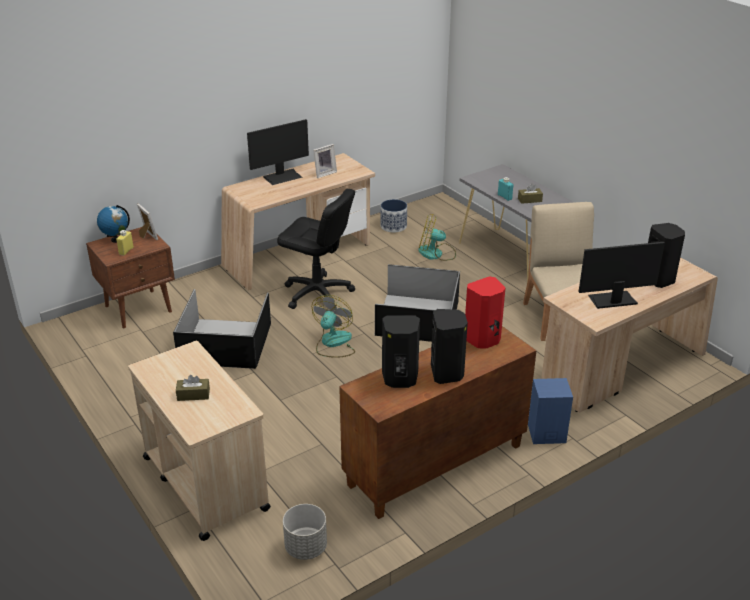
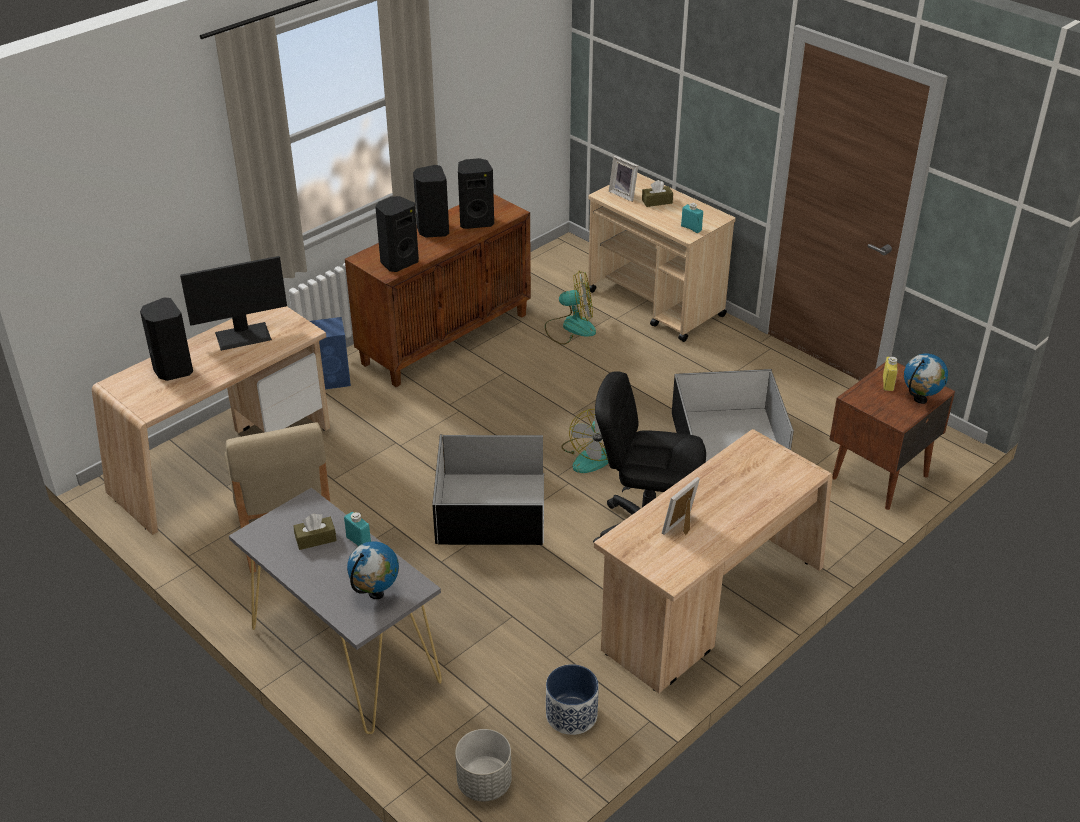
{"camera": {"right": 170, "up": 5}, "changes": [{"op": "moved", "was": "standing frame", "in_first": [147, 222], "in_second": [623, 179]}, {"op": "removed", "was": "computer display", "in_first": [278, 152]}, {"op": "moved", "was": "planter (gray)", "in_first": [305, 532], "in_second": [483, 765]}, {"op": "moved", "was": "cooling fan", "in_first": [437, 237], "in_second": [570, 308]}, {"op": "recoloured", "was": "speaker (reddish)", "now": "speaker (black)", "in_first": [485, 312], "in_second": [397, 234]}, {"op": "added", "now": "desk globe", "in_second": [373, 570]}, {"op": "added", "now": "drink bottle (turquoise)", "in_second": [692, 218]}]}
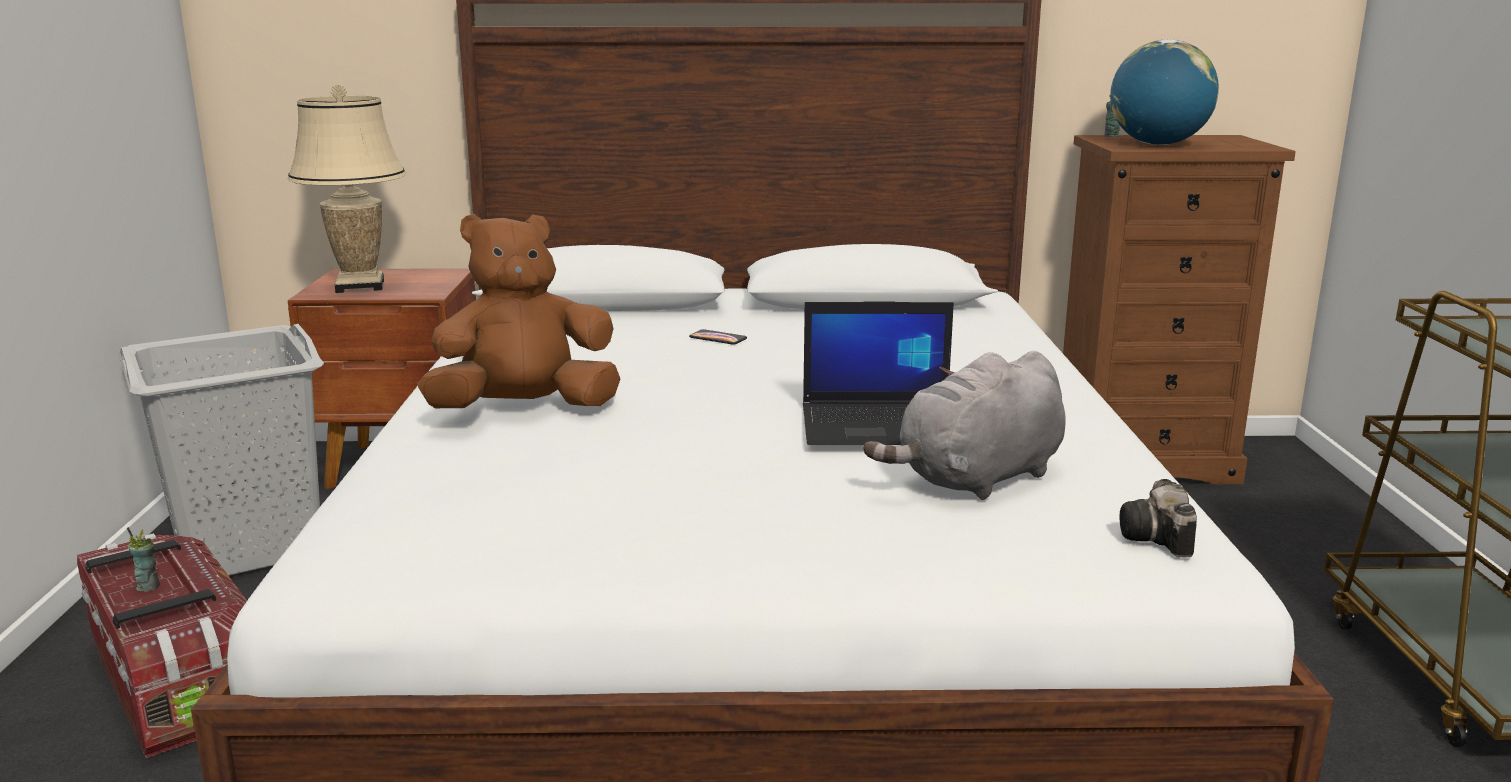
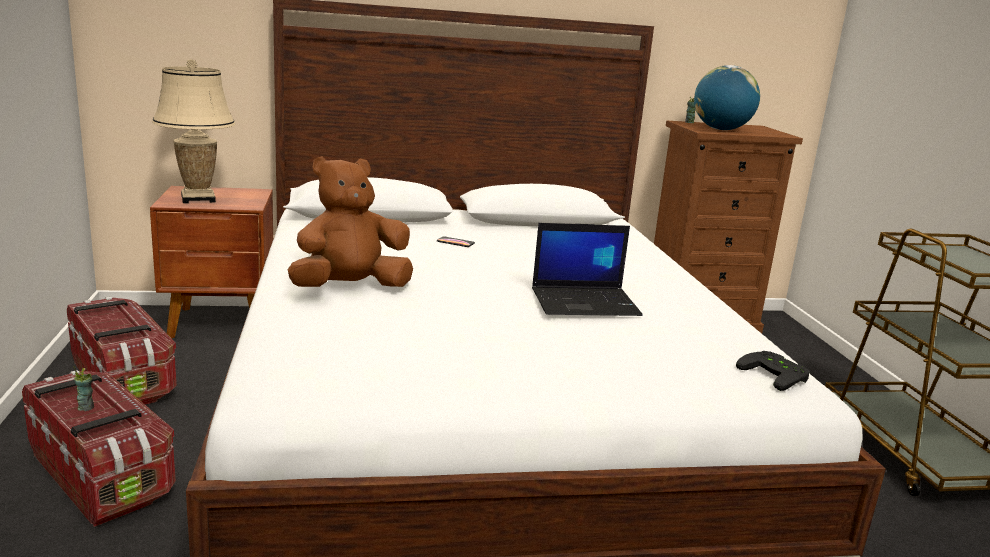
{"camera": {"right": -10, "up": 0}, "changes": [{"op": "replaced", "was": "laundry basket (gray)", "now": "storage bin", "in_first": [221, 450], "in_second": [122, 351]}, {"op": "removed", "was": "cuddly toy (gray)", "in_first": [964, 425]}, {"op": "replaced", "was": "photo camera", "now": "gamepad (black)", "in_first": [1158, 518], "in_second": [773, 371]}]}
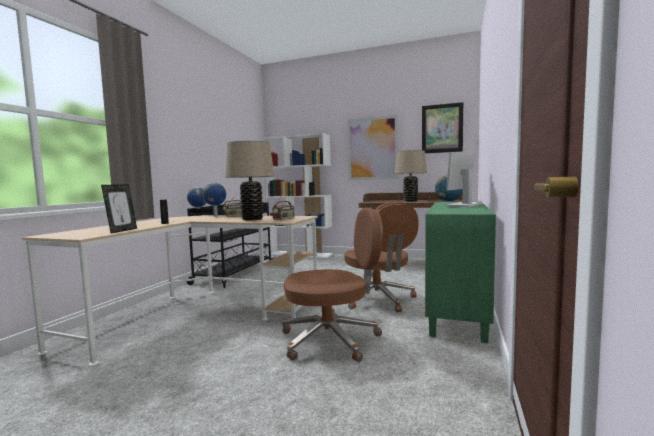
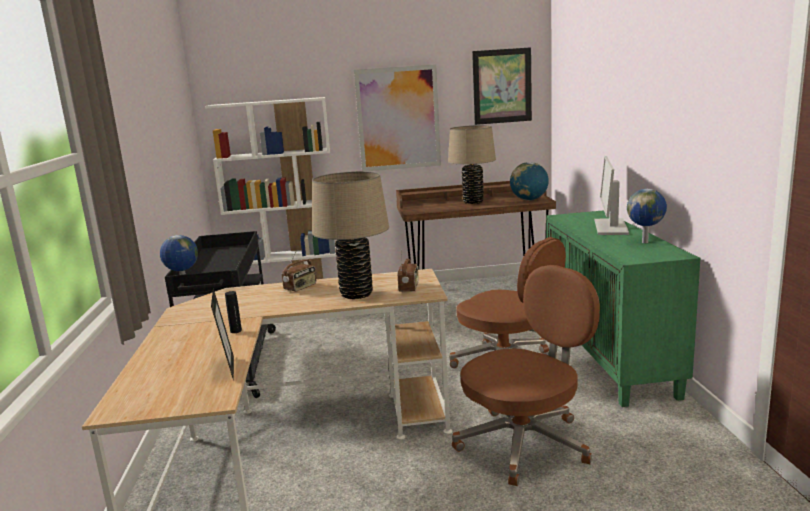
{"camera": {"right": -25, "up": 10}, "changes": [{"op": "moved", "was": "desk globe", "in_first": [214, 200], "in_second": [647, 216]}]}
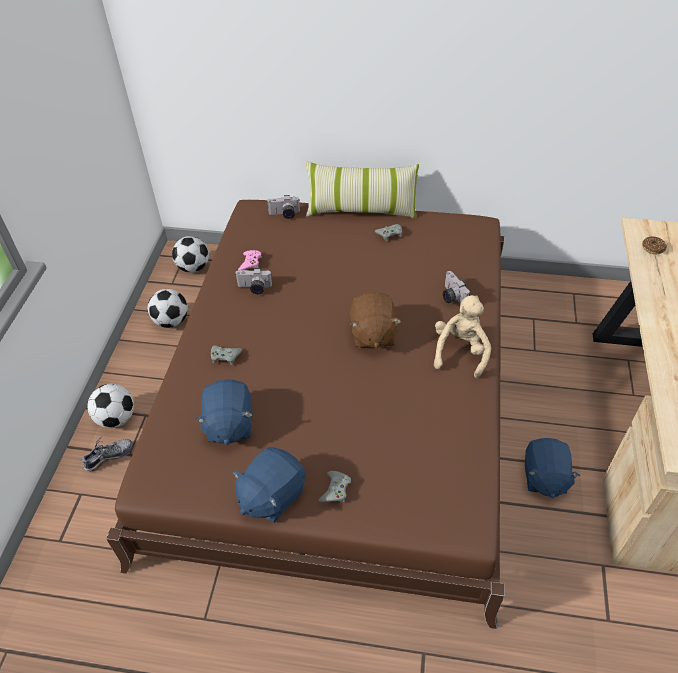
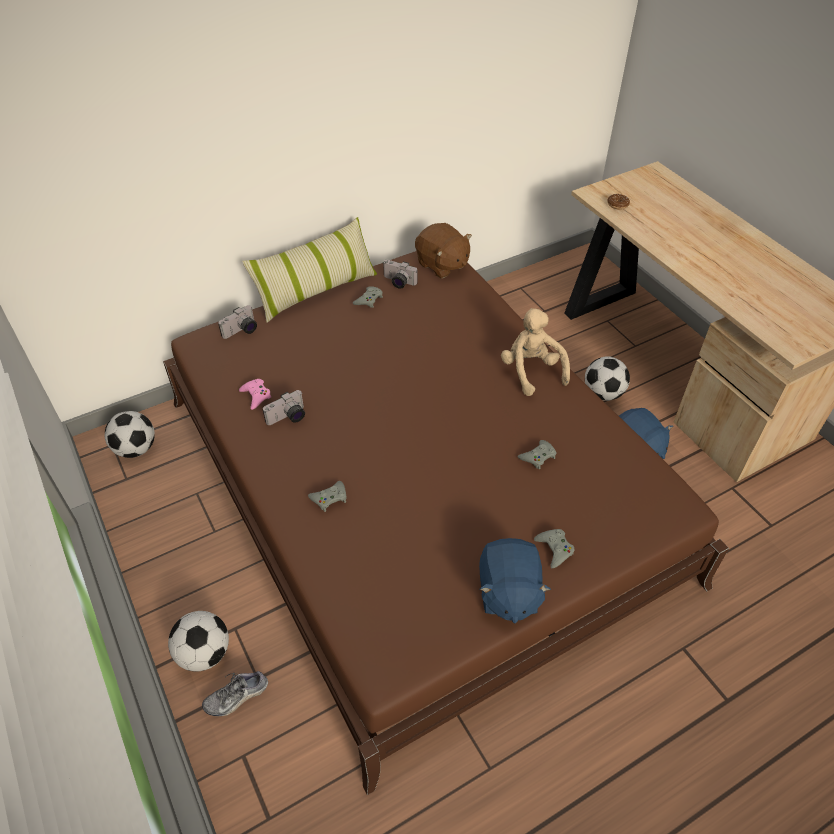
{"camera": {"right": -40, "up": 0}, "changes": [{"op": "turned", "was": "low shoe", "in_first": [107, 454], "in_second": [235, 693], "clockwise": -135}, {"op": "moved", "was": "football ball", "in_first": [167, 308], "in_second": [607, 378]}, {"op": "removed", "was": "cuddly toy (blue)", "in_first": [224, 412]}, {"op": "moved", "was": "cuddly toy (brownish)", "in_first": [375, 320], "in_second": [443, 251]}, {"op": "moved", "was": "photo camera", "in_first": [456, 287], "in_second": [400, 274]}, {"op": "added", "now": "gamepad (gray)", "in_second": [537, 454]}]}
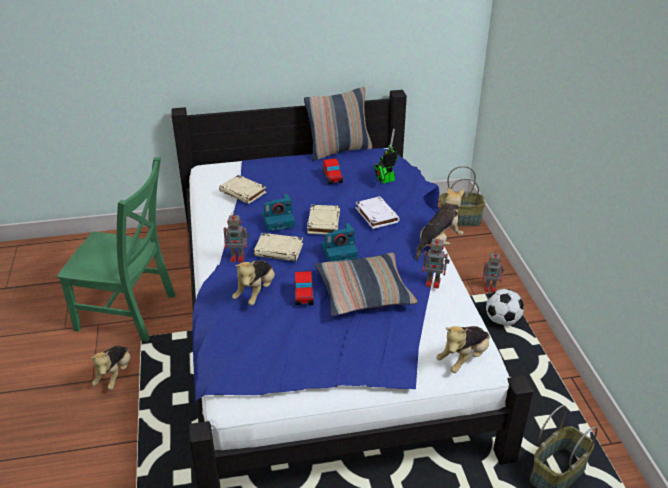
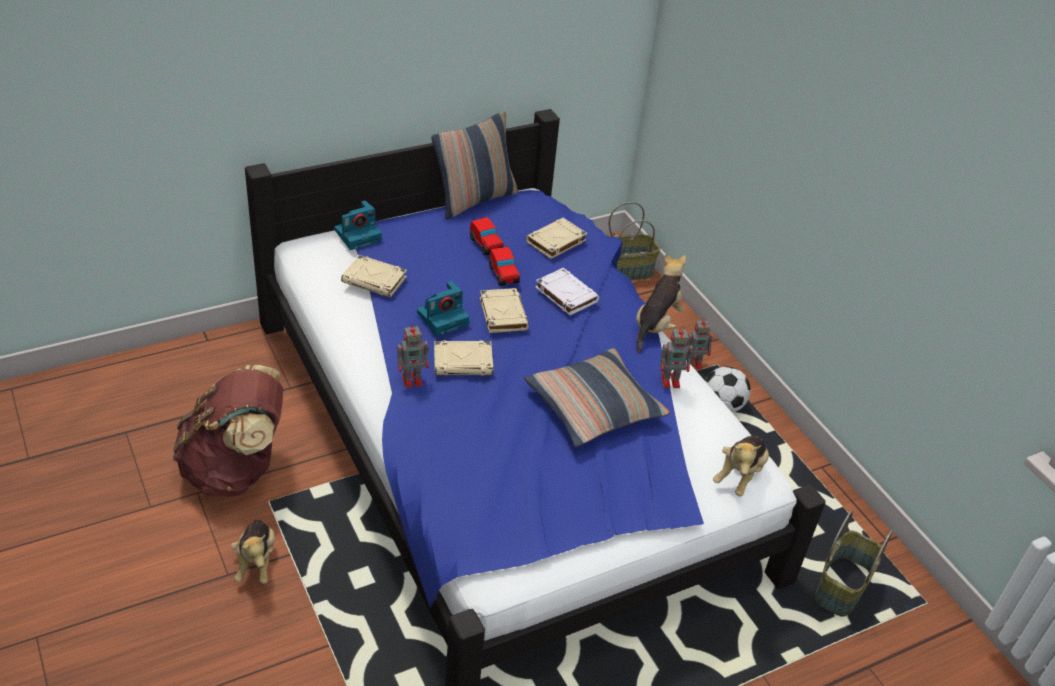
{"camera": {"right": -20, "up": 5}, "changes": [{"op": "replaced", "was": "upright chair (greenish)", "now": "backpack (brownish)", "in_first": [116, 249], "in_second": [228, 431]}, {"op": "removed", "was": "cuddly toy", "in_first": [253, 282]}, {"op": "moved", "was": "model car", "in_first": [304, 288], "in_second": [504, 266]}, {"op": "moved", "was": "photo camera", "in_first": [339, 242], "in_second": [358, 225]}, {"op": "replaced", "was": "robot figure", "now": "bound book (beige-coloured)", "in_first": [386, 156], "in_second": [556, 238]}]}
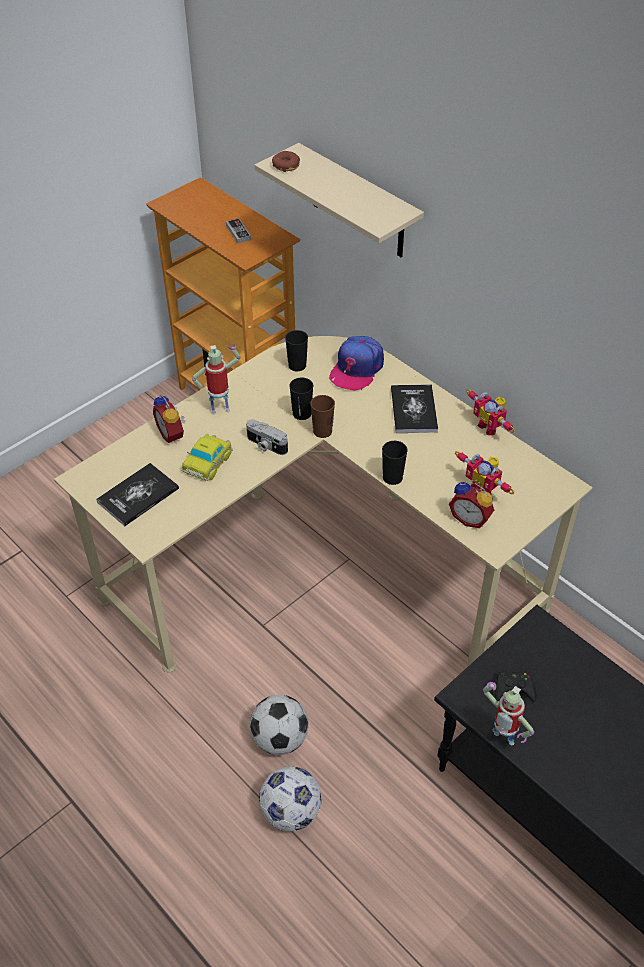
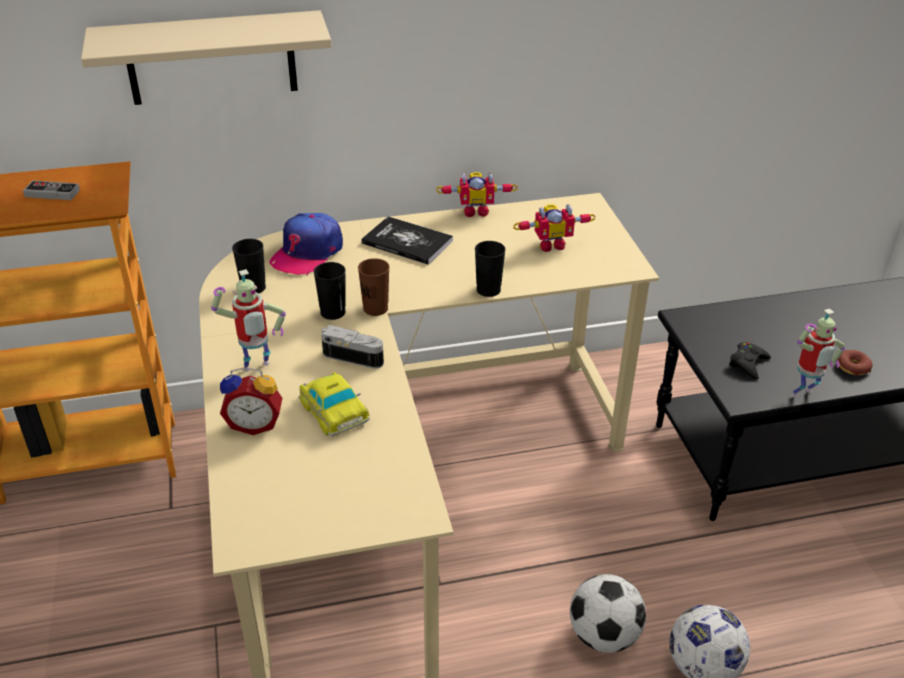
{"camera": {"right": -60, "up": -10}, "changes": [{"op": "removed", "was": "bound book", "in_first": [137, 494]}, {"op": "turned", "was": "robot figure", "in_first": [216, 379], "in_second": [248, 320], "clockwise": -135}, {"op": "turned", "was": "photo camera", "in_first": [267, 437], "in_second": [352, 347], "clockwise": -135}, {"op": "moved", "was": "donut", "in_first": [286, 161], "in_second": [855, 362]}, {"op": "turned", "was": "cap", "in_first": [356, 363], "in_second": [306, 244], "clockwise": 60}, {"op": "removed", "was": "alarm clock", "in_first": [471, 504]}]}
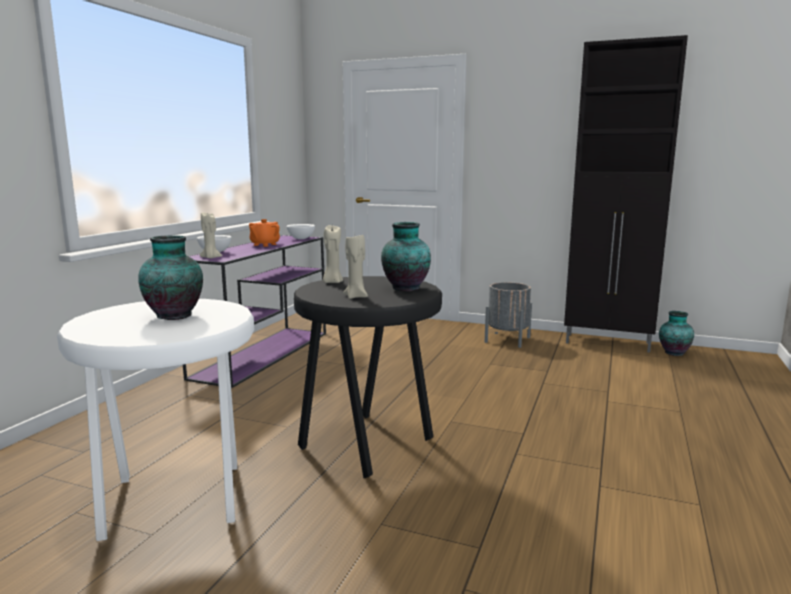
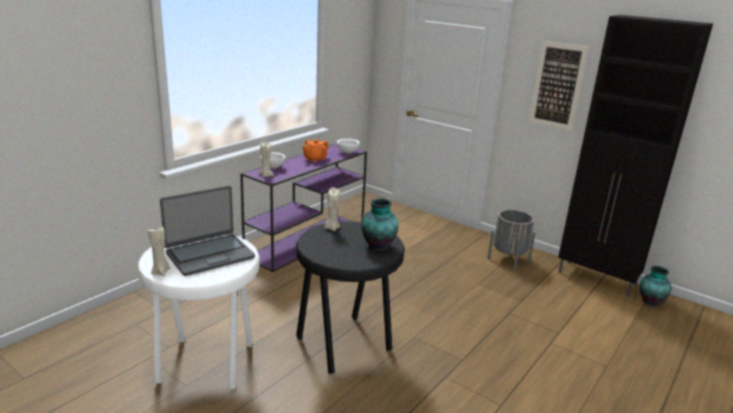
{"camera": {"right": 15, "up": 10}, "changes": [{"op": "replaced", "was": "decorative vase", "now": "notebook computer", "in_first": [170, 277], "in_second": [207, 231]}, {"op": "moved", "was": "wax light (beige-coloured)", "in_first": [355, 267], "in_second": [159, 251]}, {"op": "added", "now": "wall picture", "in_second": [559, 86]}]}
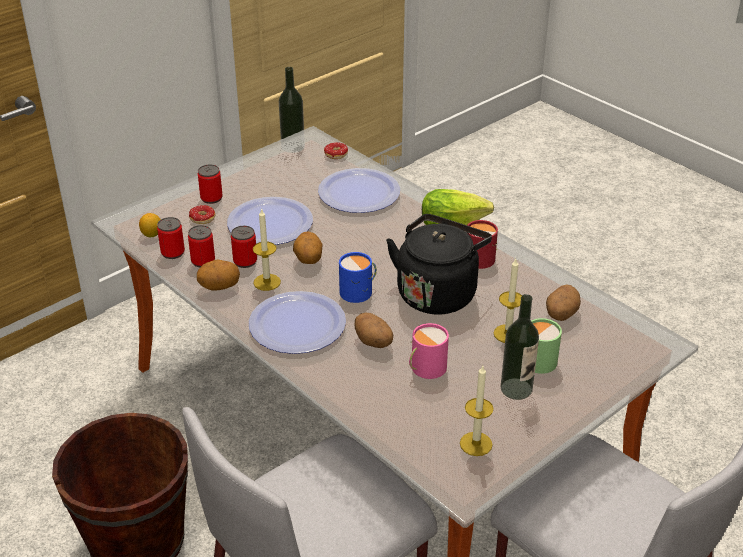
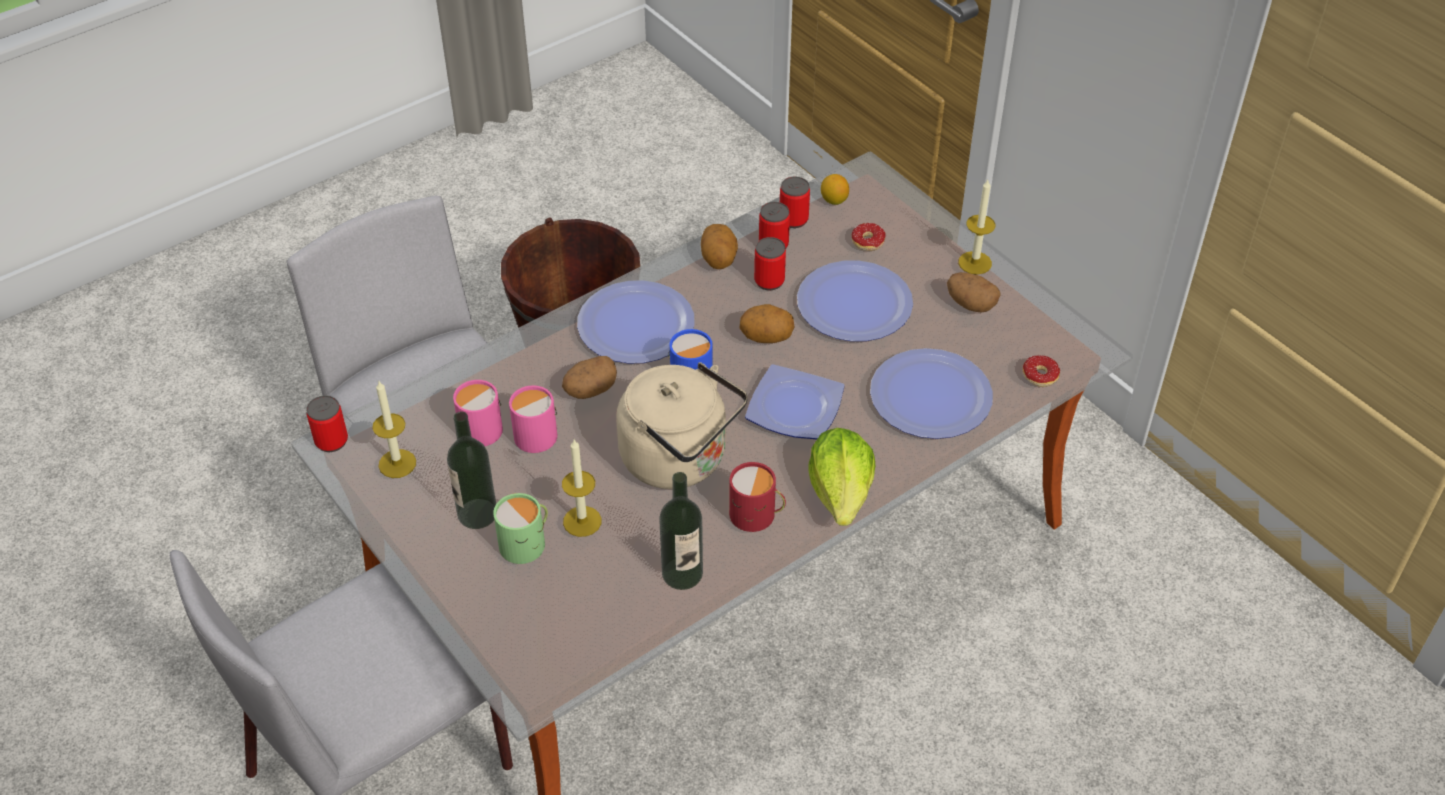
{"camera": {"right": 95, "up": 10}, "changes": [{"op": "moved", "was": "sealed can", "in_first": [210, 184], "in_second": [327, 423]}, {"op": "moved", "was": "wax light", "in_first": [267, 249], "in_second": [976, 227]}, {"op": "moved", "was": "drink bottle", "in_first": [292, 110], "in_second": [681, 531]}, {"op": "recoloured", "was": "water kettle (black)", "now": "water kettle (beige-coloured)", "in_first": [439, 264], "in_second": [682, 425]}, {"op": "moved", "was": "potato", "in_first": [563, 302], "in_second": [974, 292]}, {"op": "added", "now": "tea mug (pink)", "in_second": [478, 413]}, {"op": "added", "now": "dinner plate", "in_second": [795, 401]}]}
